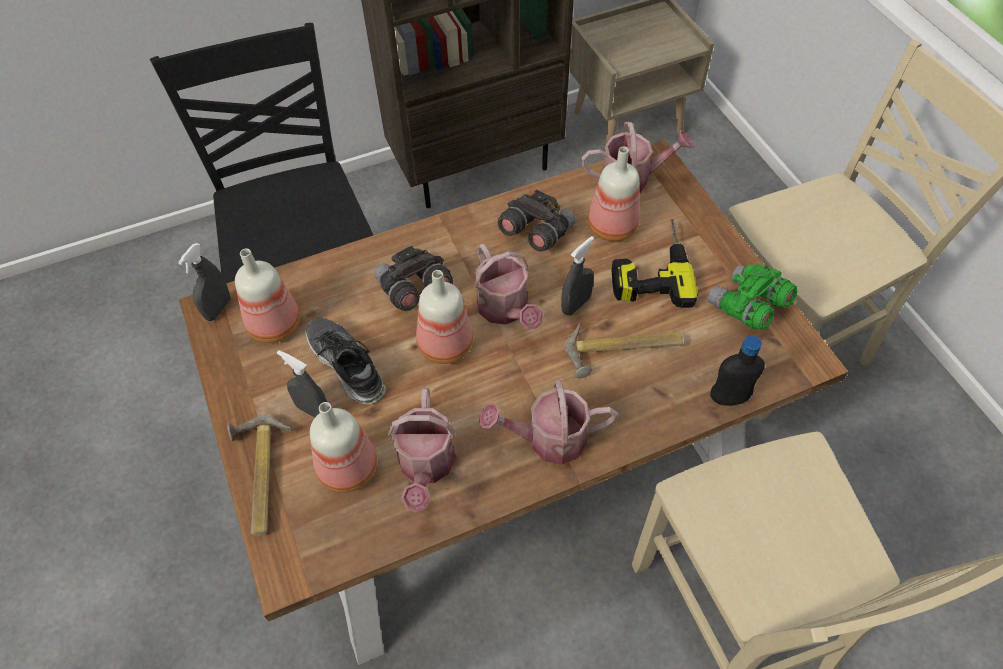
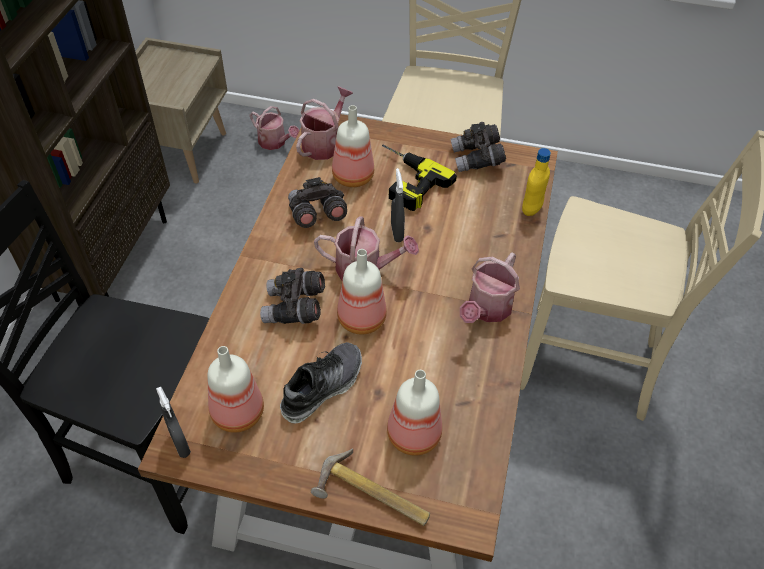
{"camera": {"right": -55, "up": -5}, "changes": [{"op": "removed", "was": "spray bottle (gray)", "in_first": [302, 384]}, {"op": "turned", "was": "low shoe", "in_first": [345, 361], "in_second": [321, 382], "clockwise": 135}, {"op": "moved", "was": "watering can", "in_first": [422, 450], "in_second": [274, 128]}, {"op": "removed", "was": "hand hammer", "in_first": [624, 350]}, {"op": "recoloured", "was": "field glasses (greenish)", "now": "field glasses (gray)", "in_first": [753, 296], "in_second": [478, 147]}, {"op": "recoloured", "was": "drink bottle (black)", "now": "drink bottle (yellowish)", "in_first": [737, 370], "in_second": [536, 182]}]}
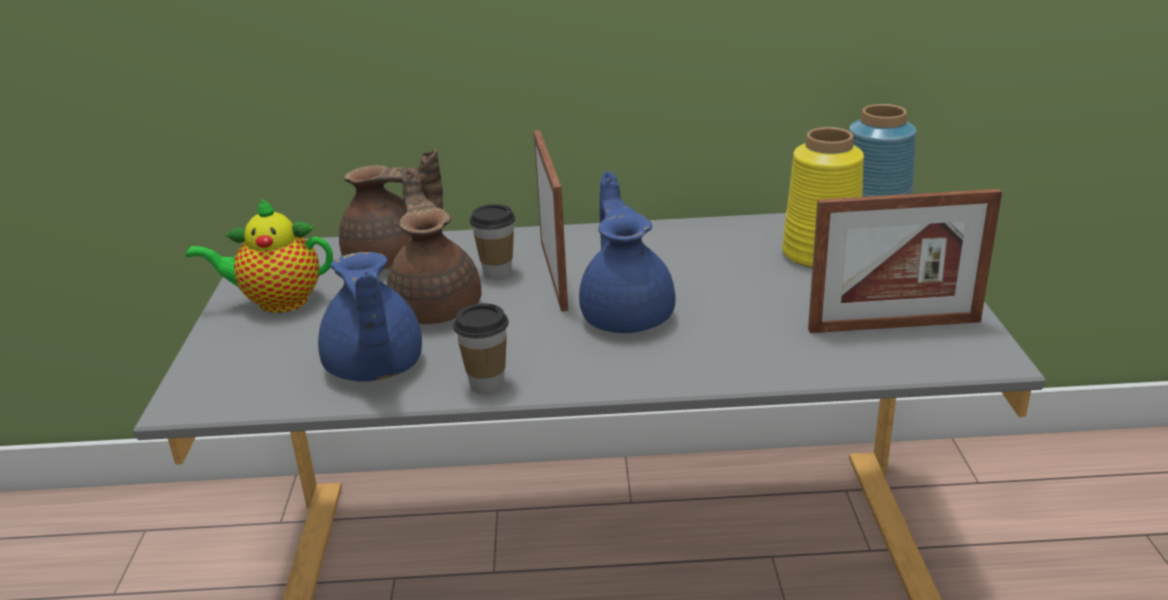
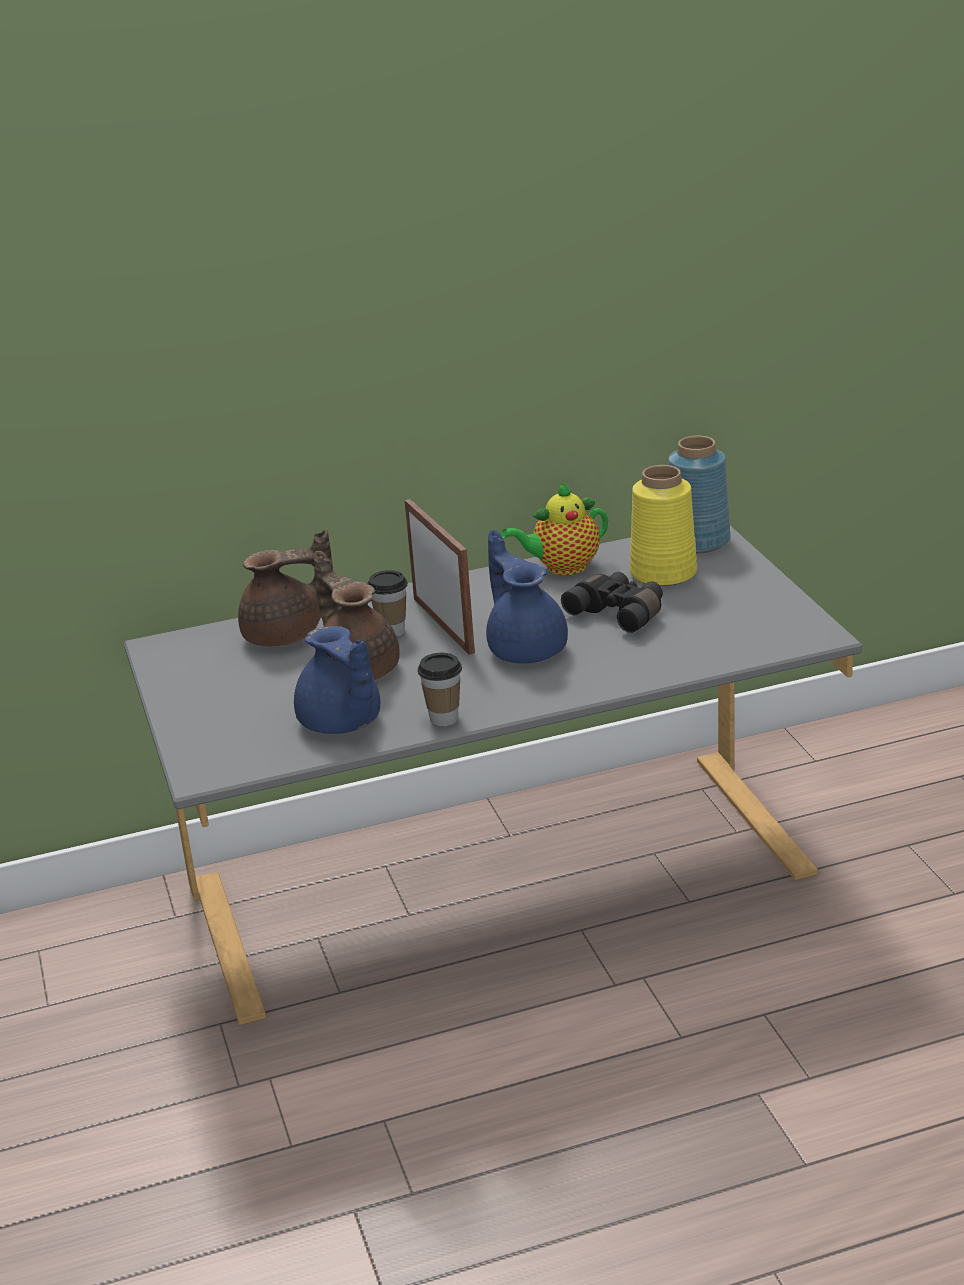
{"camera": {"right": -15, "up": 0}, "changes": [{"op": "moved", "was": "pot for tea", "in_first": [259, 255], "in_second": [554, 528]}, {"op": "removed", "was": "standing frame", "in_first": [905, 261]}, {"op": "added", "now": "field glasses (black)", "in_second": [612, 602]}]}
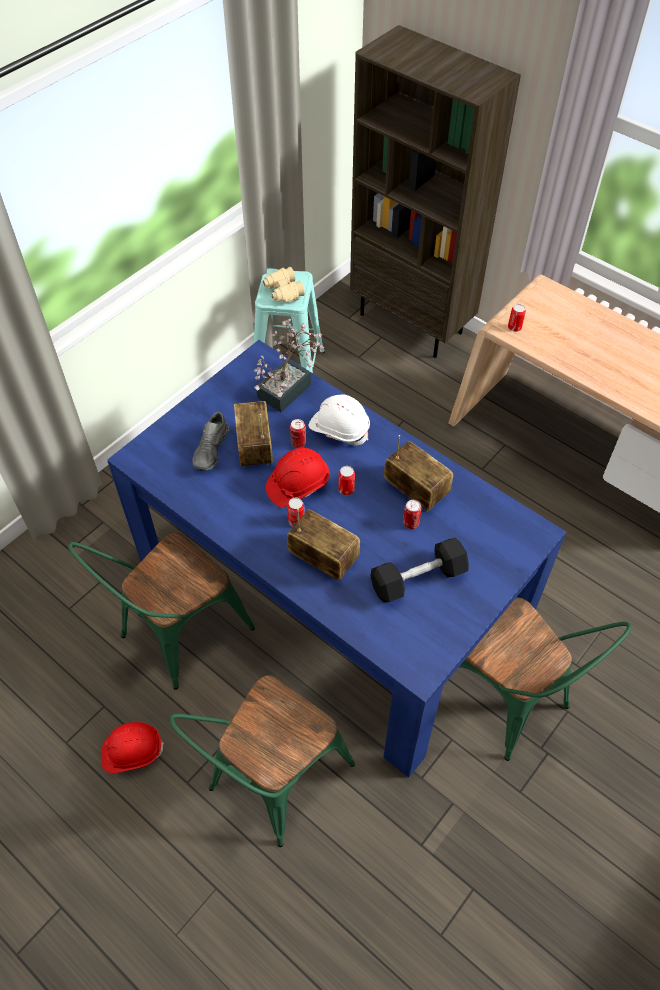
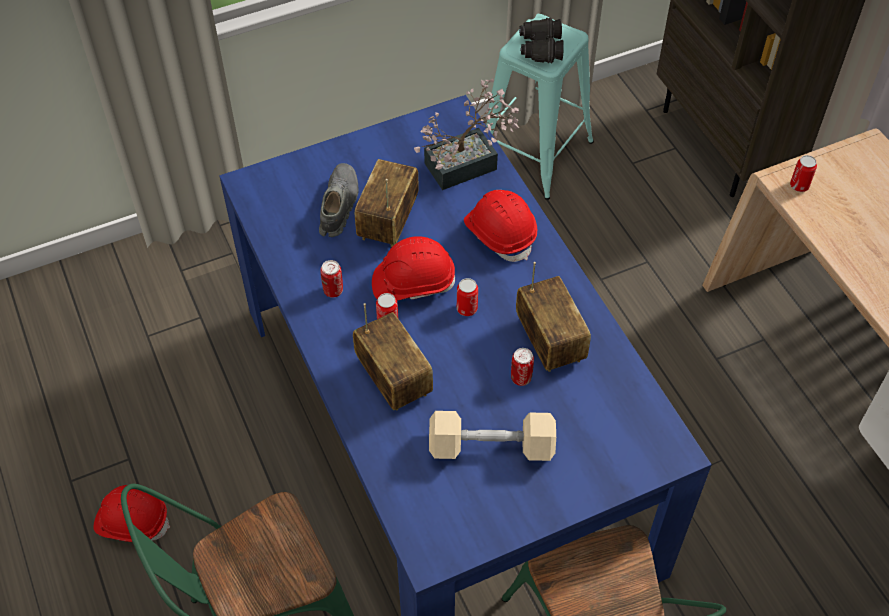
{"camera": {"right": 25, "up": 0}, "changes": [{"op": "removed", "was": "upright chair (greenish)", "in_first": [161, 611]}, {"op": "turned", "was": "low shoe (gray)", "in_first": [210, 441], "in_second": [339, 200], "clockwise": 150}, {"op": "recoloured", "was": "field glasses (beige-coloured)", "now": "field glasses (black)", "in_first": [284, 284], "in_second": [541, 40]}, {"op": "moved", "was": "sealed can", "in_first": [298, 433], "in_second": [331, 279]}, {"op": "recoloured", "was": "hard hat (whitish)", "now": "hard hat (reddish)", "in_first": [339, 420], "in_second": [500, 226]}, {"op": "recoloured", "was": "free weight (black)", "now": "free weight (beige-coloured)", "in_first": [419, 570], "in_second": [492, 436]}]}
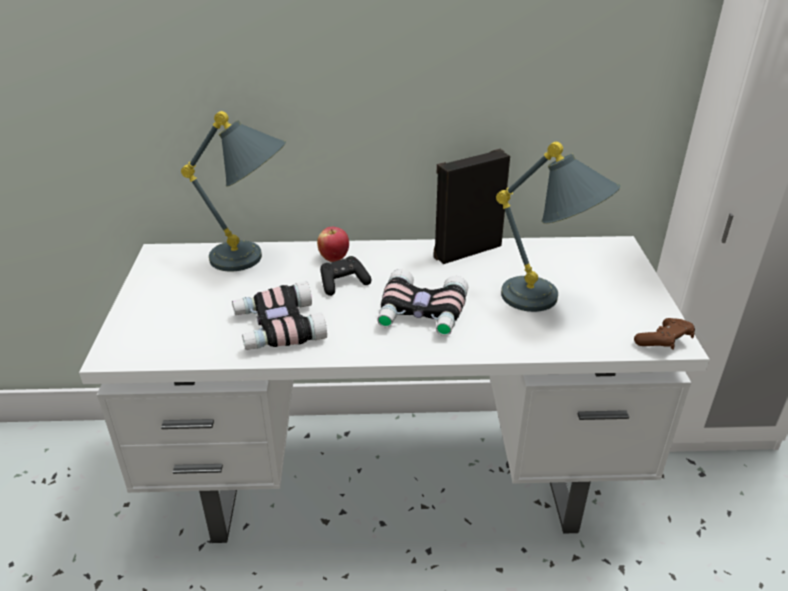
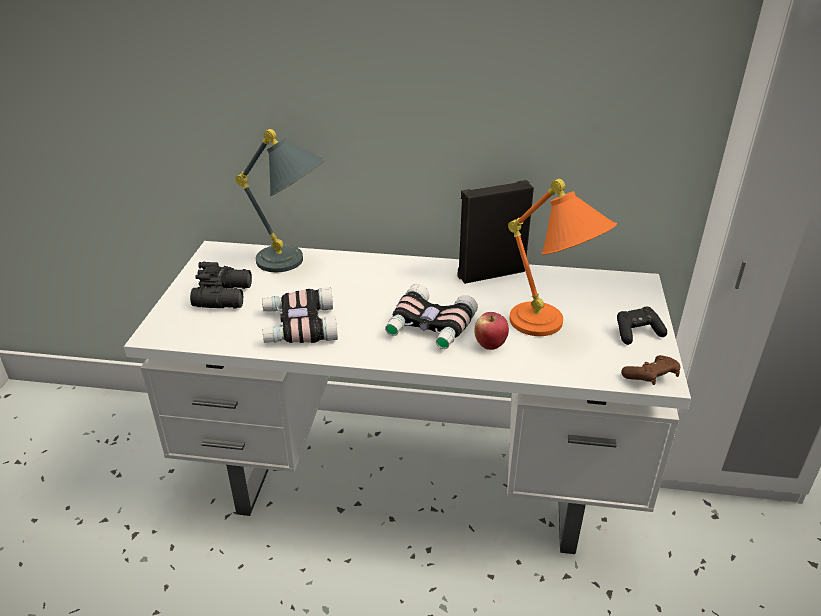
{"camera": {"right": 10, "up": 0}, "changes": [{"op": "moved", "was": "apple fruit", "in_first": [333, 244], "in_second": [491, 331]}, {"op": "moved", "was": "gamepad (black)", "in_first": [345, 276], "in_second": [642, 325]}, {"op": "recoloured", "was": "lamp for a table (gray)", "now": "lamp for a table (orange)", "in_first": [558, 227], "in_second": [562, 257]}, {"op": "added", "now": "field glasses (black)", "in_second": [221, 285]}]}
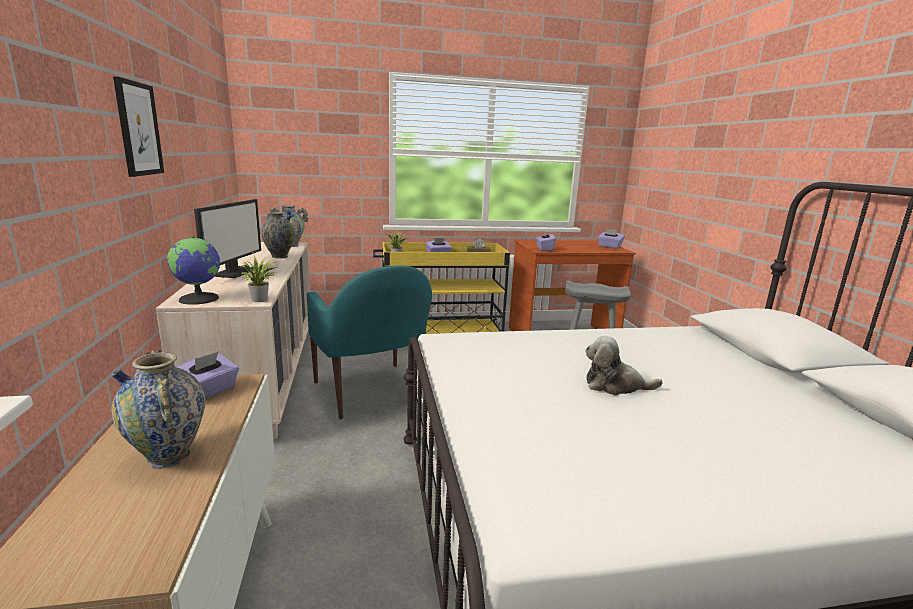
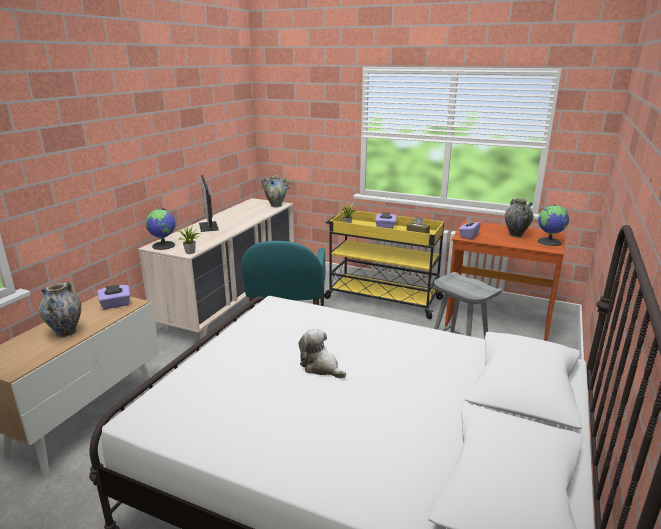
{"camera": {"right": 35, "up": 5}, "changes": [{"op": "removed", "was": "wall picture", "in_first": [138, 126]}, {"op": "turned", "was": "computer display", "in_first": [227, 238], "in_second": [209, 203], "clockwise": 120}, {"op": "moved", "was": "decorative vase", "in_first": [278, 235], "in_second": [519, 217]}, {"op": "replaced", "was": "tissue box (purplish)", "now": "desk globe", "in_first": [611, 238], "in_second": [553, 225]}]}
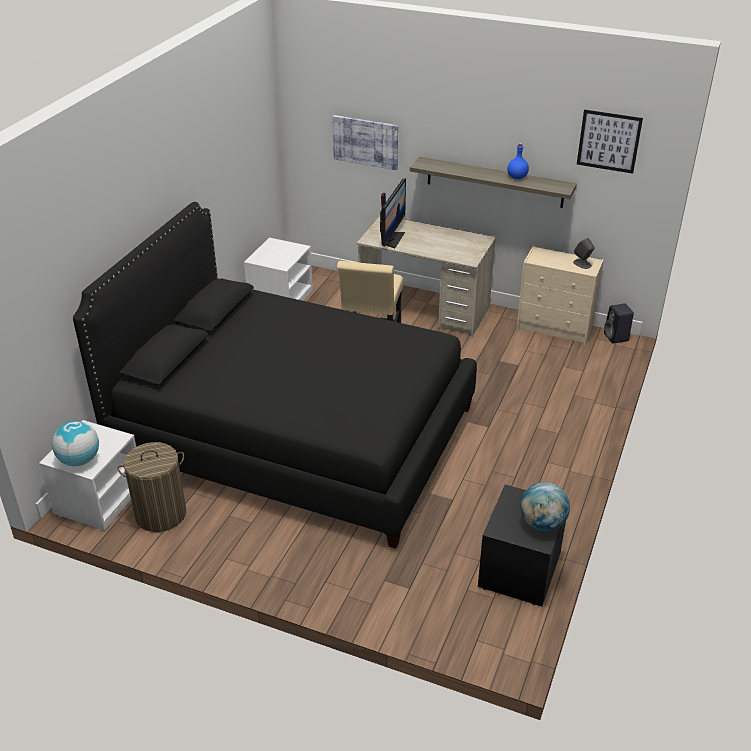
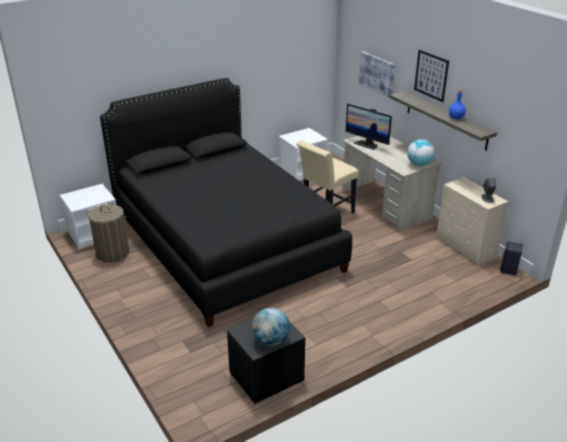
{"camera": {"right": 35, "up": -5}, "changes": [{"op": "moved", "was": "desk globe", "in_first": [75, 443], "in_second": [421, 152]}, {"op": "turned", "was": "computer display", "in_first": [393, 213], "in_second": [369, 126], "clockwise": 75}, {"op": "moved", "was": "wall picture", "in_first": [610, 141], "in_second": [431, 76]}]}
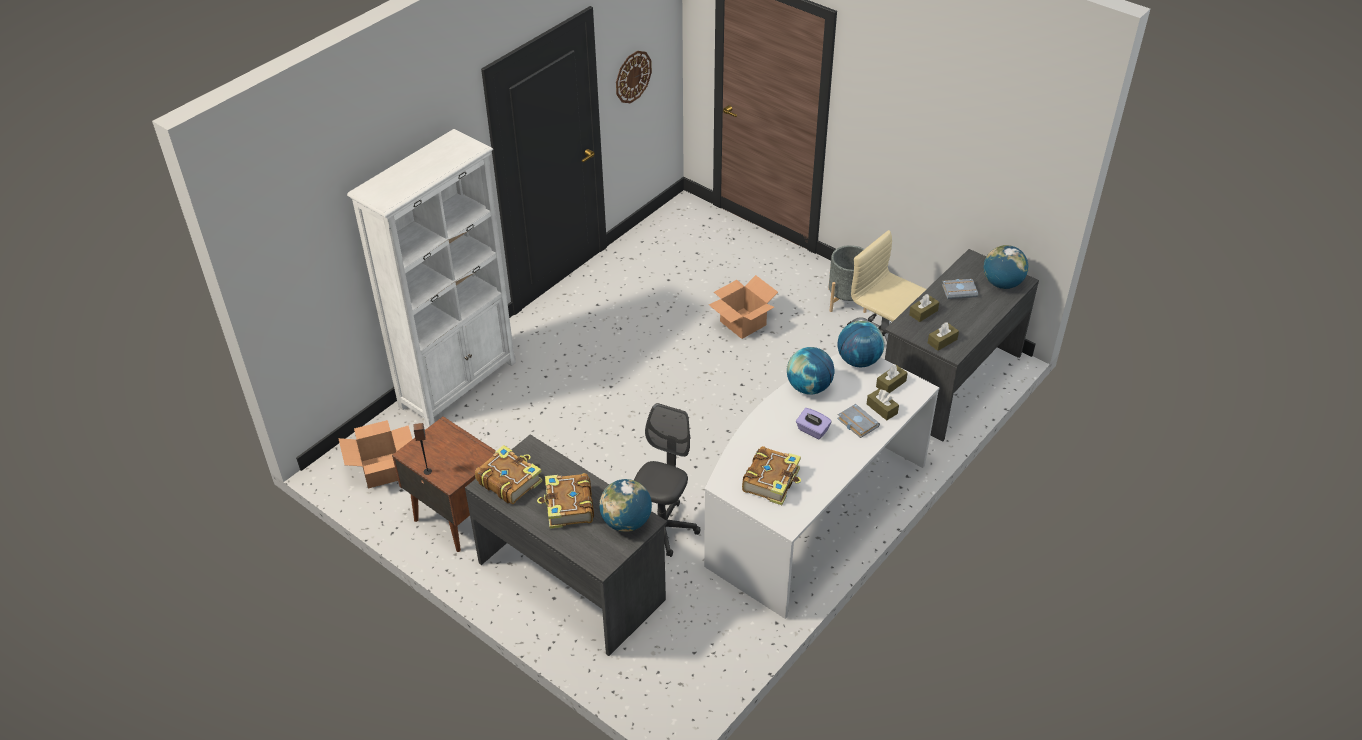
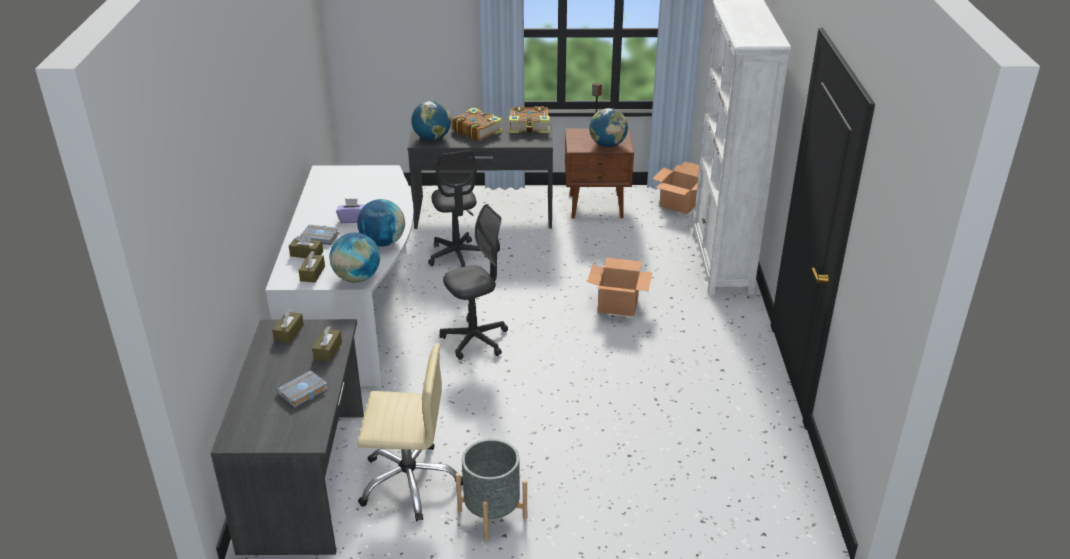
{"camera": {"right": 140, "up": -10}, "changes": [{"op": "removed", "was": "clock on the wall", "in_first": [634, 77]}, {"op": "moved", "was": "packing box", "in_first": [743, 307], "in_second": [619, 287]}, {"op": "removed", "was": "bound book", "in_first": [771, 475]}, {"op": "moved", "was": "desk globe", "in_first": [1005, 267], "in_second": [608, 127]}, {"op": "added", "now": "office chair (gray)", "in_second": [474, 282]}]}
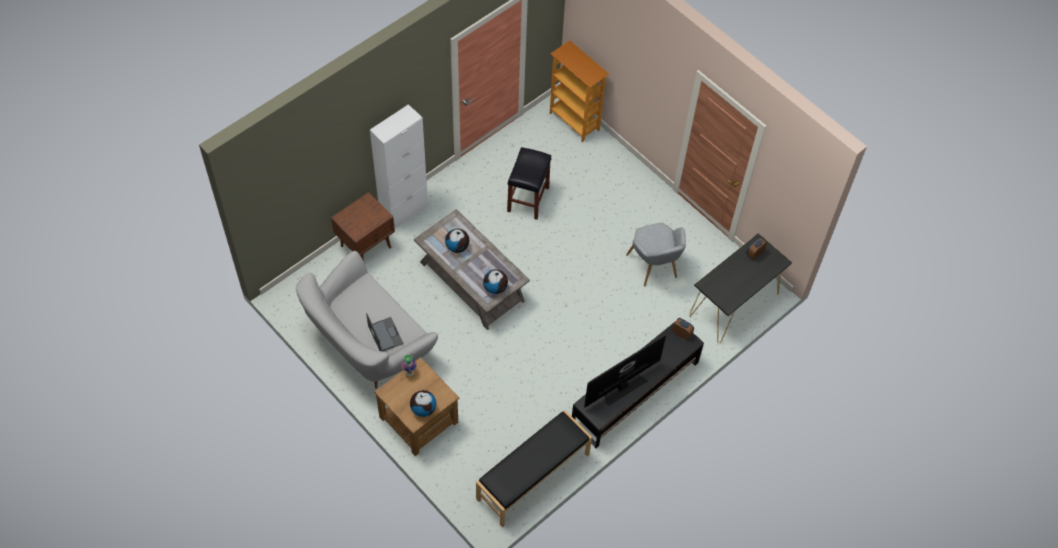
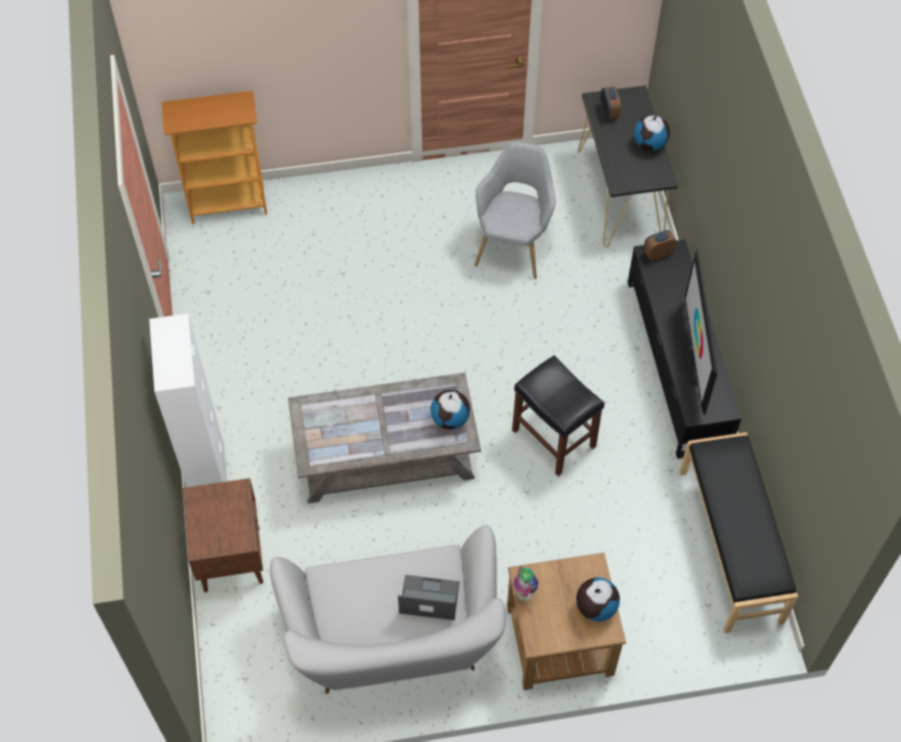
{"camera": {"right": -55, "up": 0}, "changes": [{"op": "moved", "was": "desk globe", "in_first": [457, 241], "in_second": [652, 133]}, {"op": "moved", "was": "stool seat (black)", "in_first": [529, 183], "in_second": [558, 415]}, {"op": "turned", "was": "lounge chair (gray)", "in_first": [656, 255], "in_second": [515, 210], "clockwise": -90}]}
